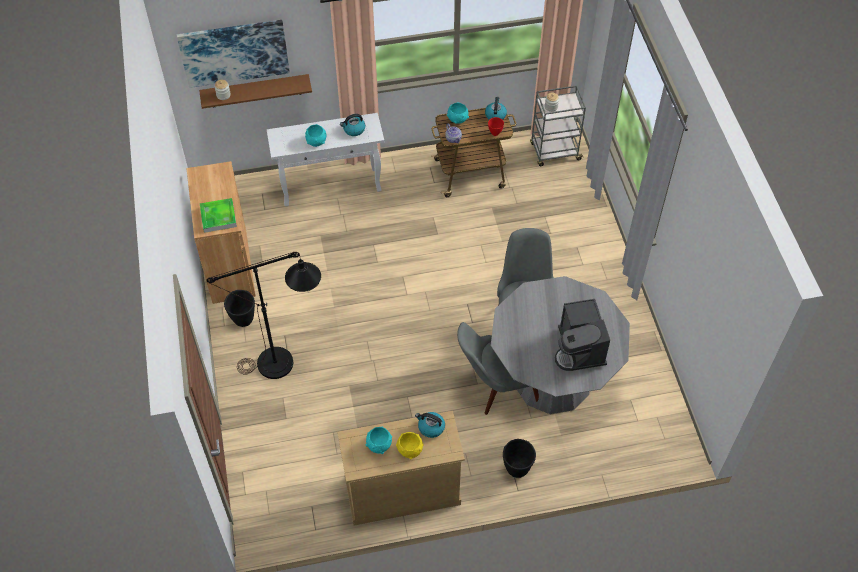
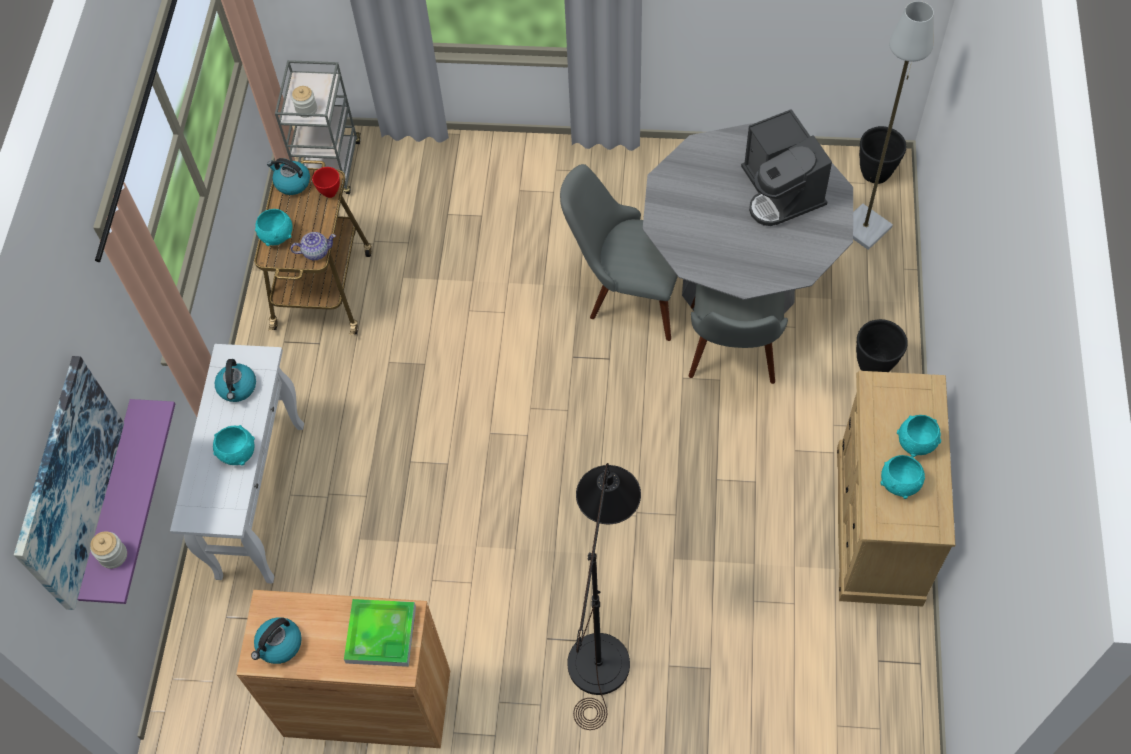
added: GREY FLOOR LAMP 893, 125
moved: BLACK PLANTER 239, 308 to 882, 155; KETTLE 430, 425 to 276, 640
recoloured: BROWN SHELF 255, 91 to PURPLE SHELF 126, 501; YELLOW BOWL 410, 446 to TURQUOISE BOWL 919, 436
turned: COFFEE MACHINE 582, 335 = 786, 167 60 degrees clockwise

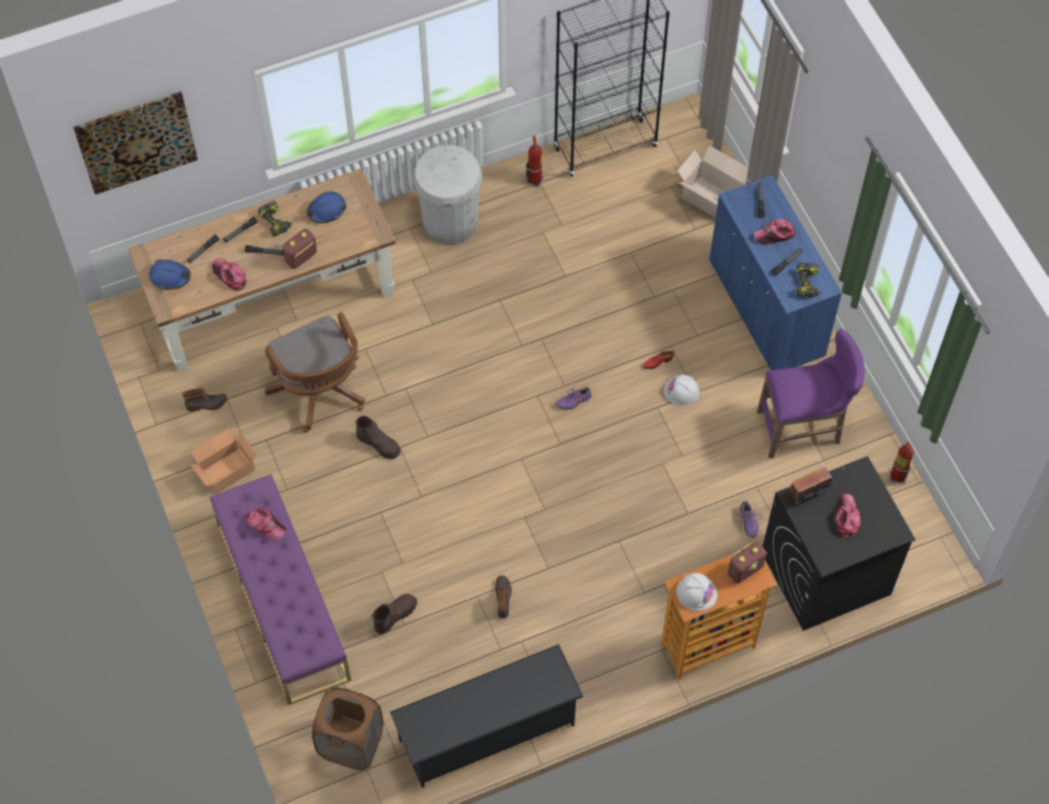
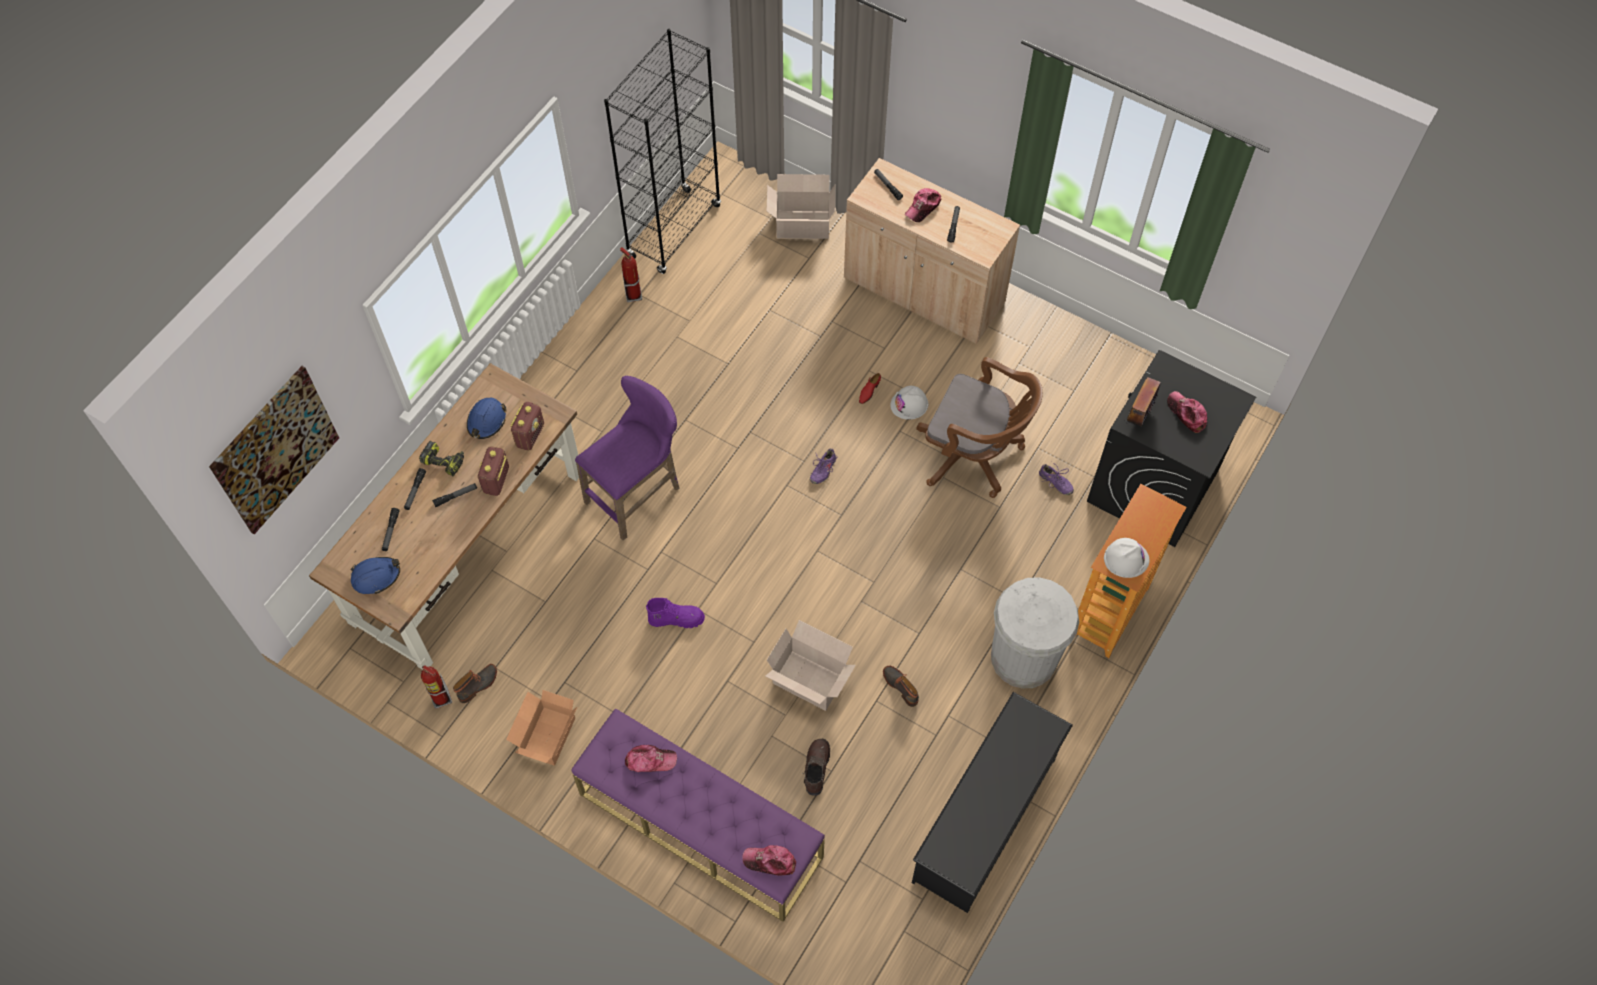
removed: BROWN LAUNDRY BASKET 347, 728; POWER DRILL 809, 280
added: CARDBOARD BOX 811, 665
moved: CAP 229, 274 to 769, 860; BROWN OFFICE CHAIR 315, 372 to 979, 427; WHITE TRASH CAN 447, 195 to 1035, 632; RADIO 747, 562 to 527, 426; PURPLE STOOL 811, 393 to 627, 458; FIRE EXTINGUISHER 901, 462 to 436, 687
recoloured: BROWN BOOT 378, 437 to PURPLE BOOT 675, 613; BLUE CABINET 776, 272 to BEIGE CABINET 932, 251

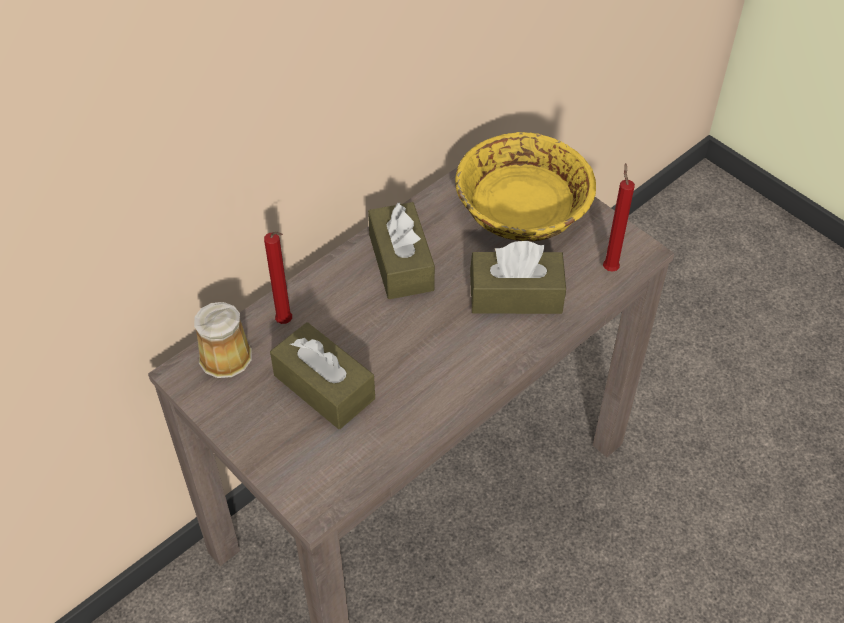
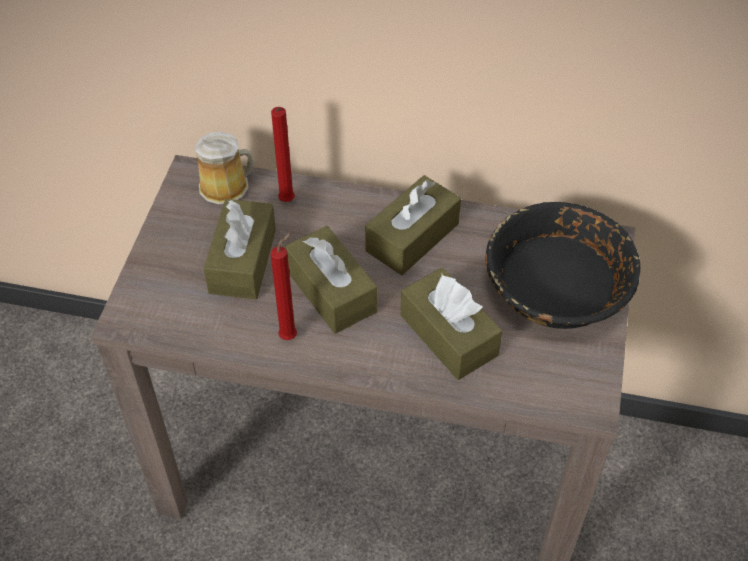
added: BROWN TISSUE BOX 331, 280
moved: RED CANDLE 619, 217 to 283, 286
recoloured: YELLOW BOWL 525, 186 to BLACK BOWL 562, 265

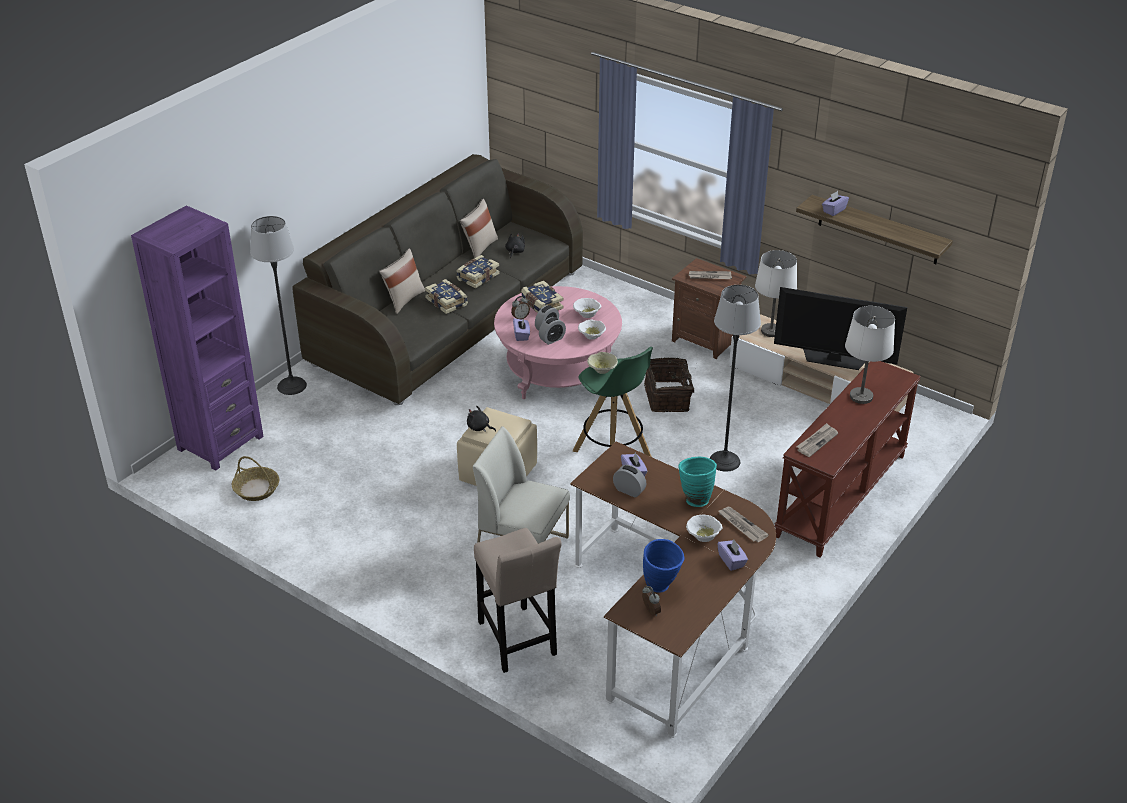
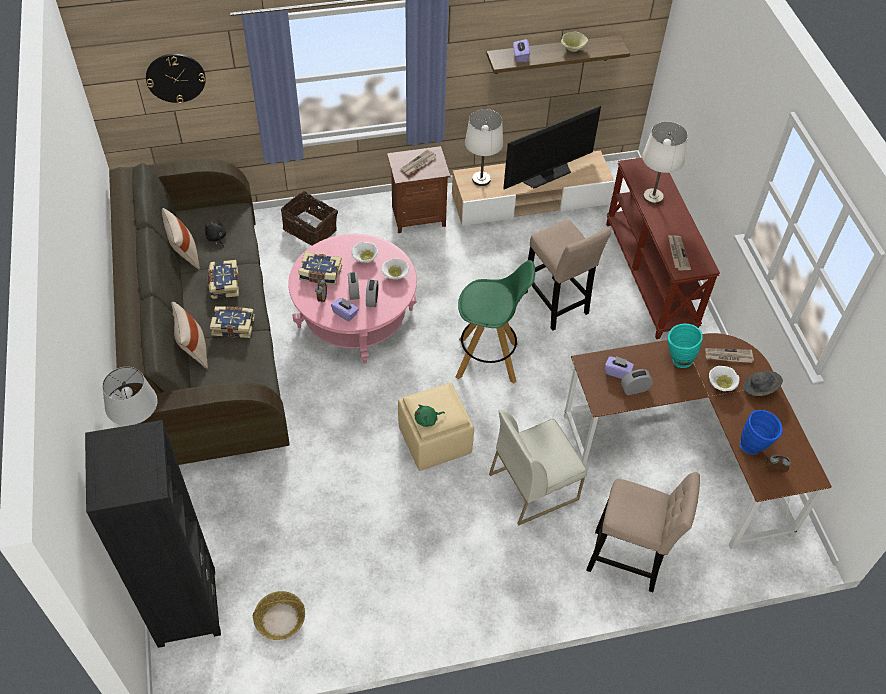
added: WALL CLOCK 176, 79
moved: BEIGE BOWL 602, 363 to 574, 42; BASKET 671, 384 to 309, 217
replaced: FLOOR LAMP 735, 378 to BEIGE STOOL 568, 275; PURPLE TISSUE BOX 732, 555 to GREY HAT 763, 383
recoloured: PURPLE BOOKCASE 197, 338 to BLACK BOOKCASE 153, 534; BLACK PLUSH TOY 481, 419 to GREEN PLUSH TOY 430, 415

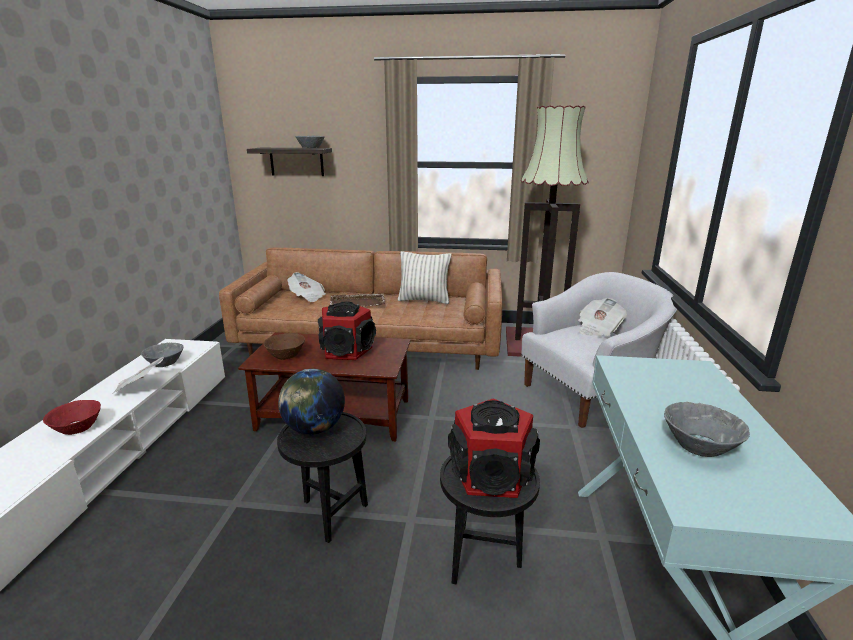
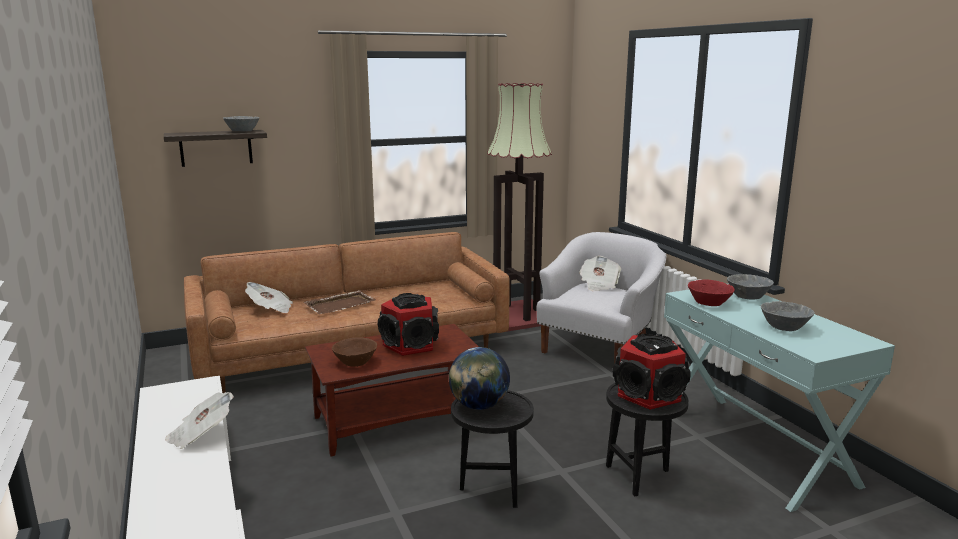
removed: PILLOW 425, 277
moved: RED BOWL 72, 417 to 711, 292; GREY BOWL 162, 355 to 750, 287

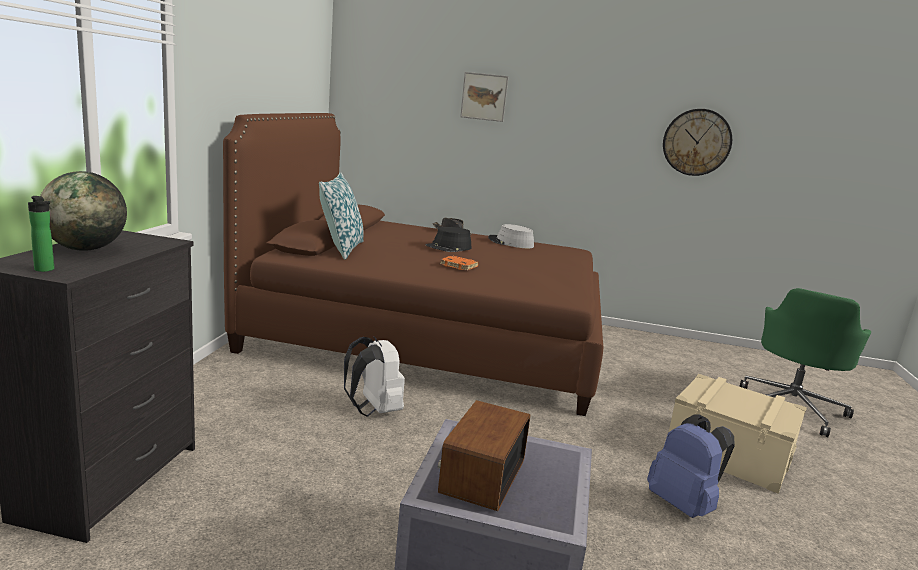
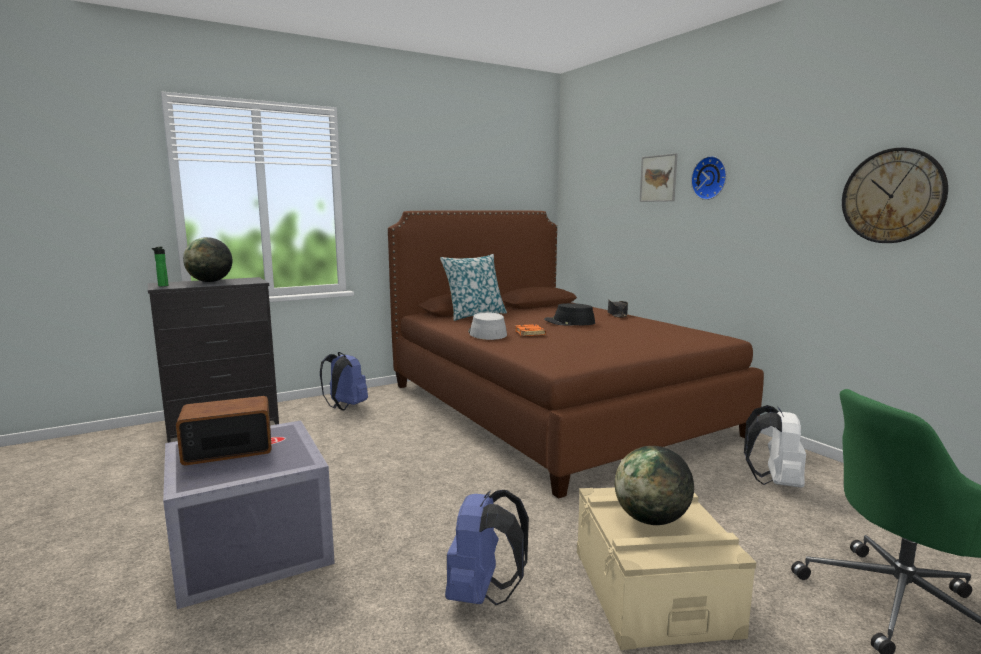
added: BLUE BACKPACK 344, 381; GLOBE 654, 485; WALL CLOCK 709, 178
moved: WHITE BACKPACK 374, 377 to 775, 446; GREY HAT 511, 236 to 487, 326

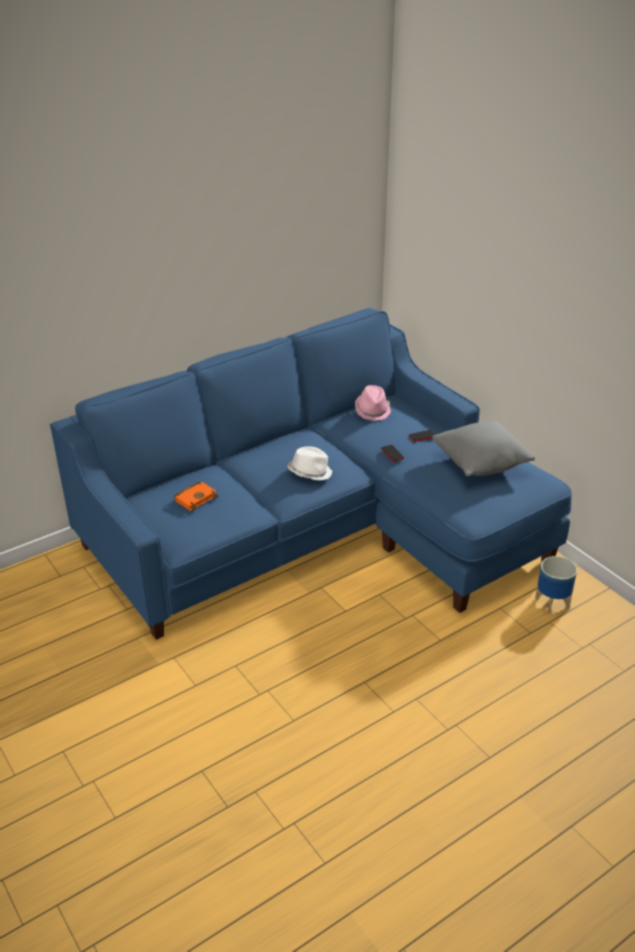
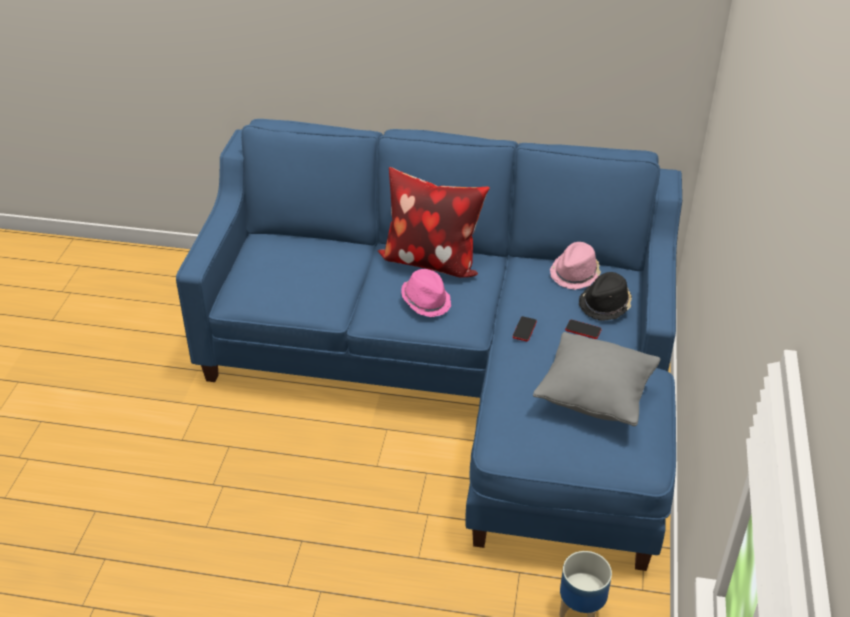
removed: ORANGE BOOK 196, 496
added: PILLOW 434, 222; BLACK HAT 605, 296
recoloured: WHITE HAT 310, 463 to PINK HAT 426, 293

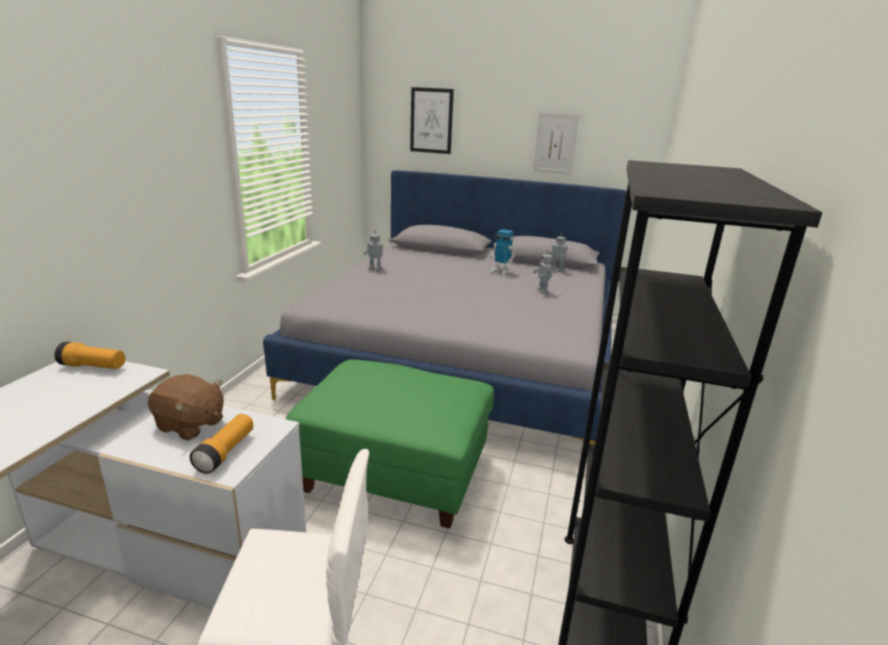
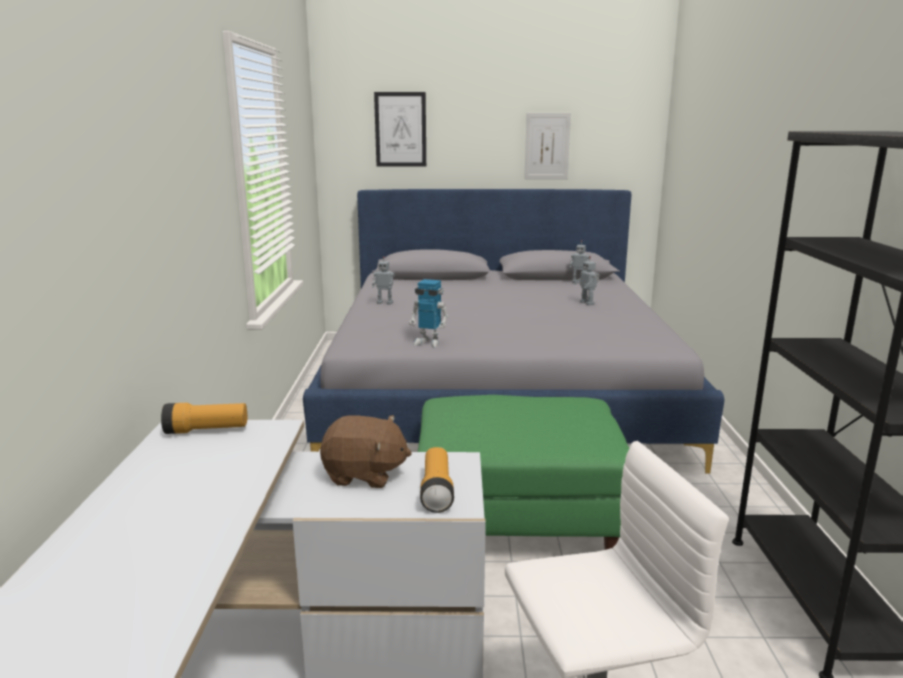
moved: TOY ROBOT 502, 252 to 429, 313

